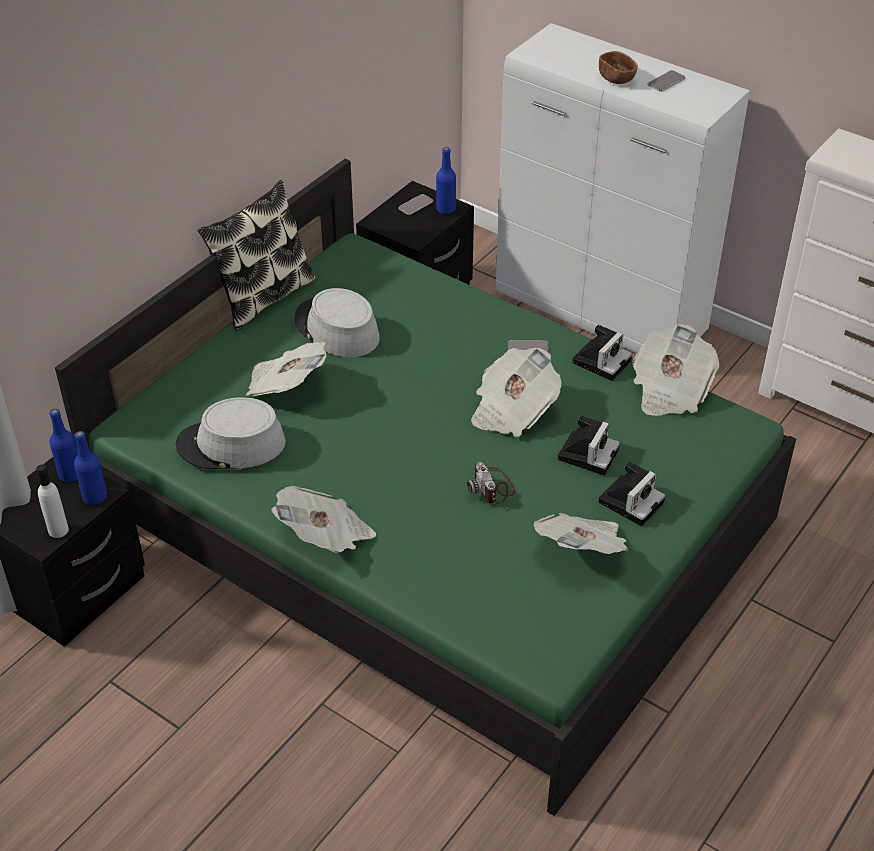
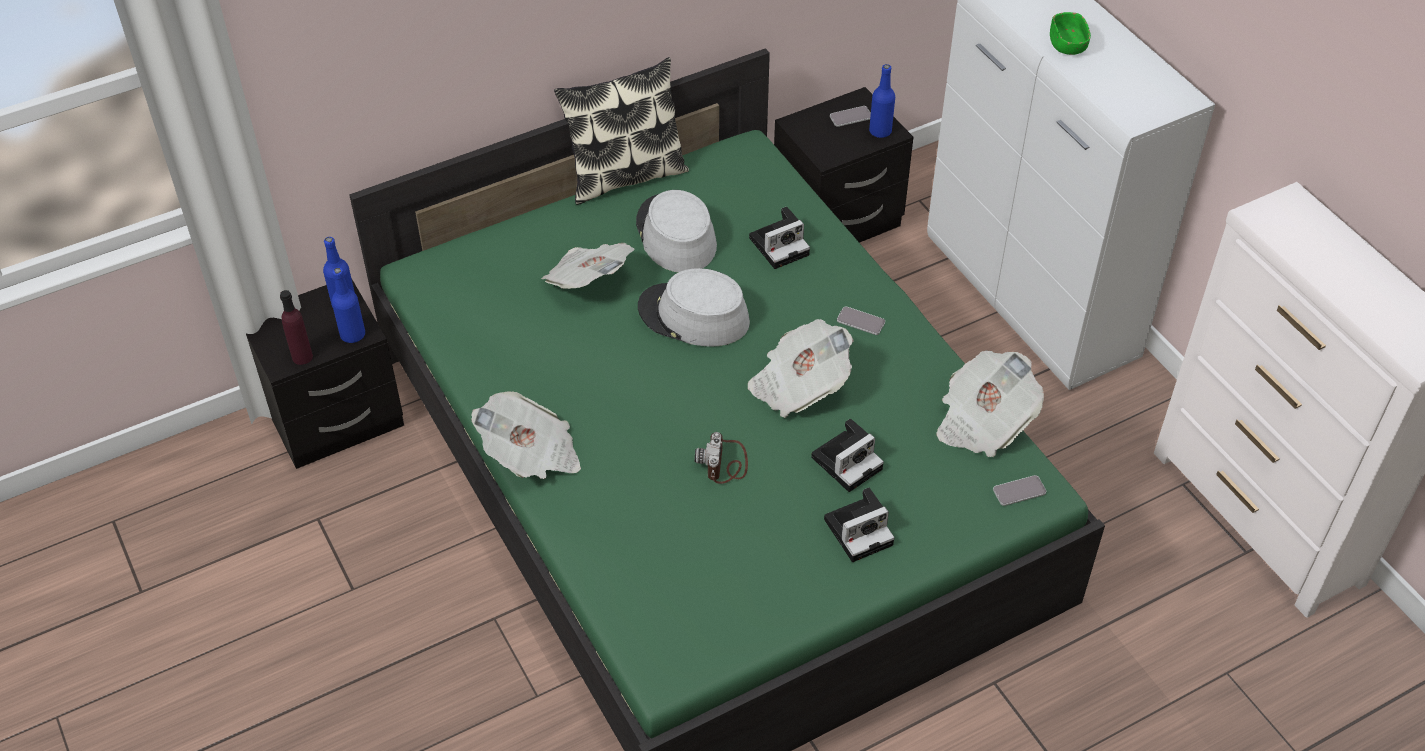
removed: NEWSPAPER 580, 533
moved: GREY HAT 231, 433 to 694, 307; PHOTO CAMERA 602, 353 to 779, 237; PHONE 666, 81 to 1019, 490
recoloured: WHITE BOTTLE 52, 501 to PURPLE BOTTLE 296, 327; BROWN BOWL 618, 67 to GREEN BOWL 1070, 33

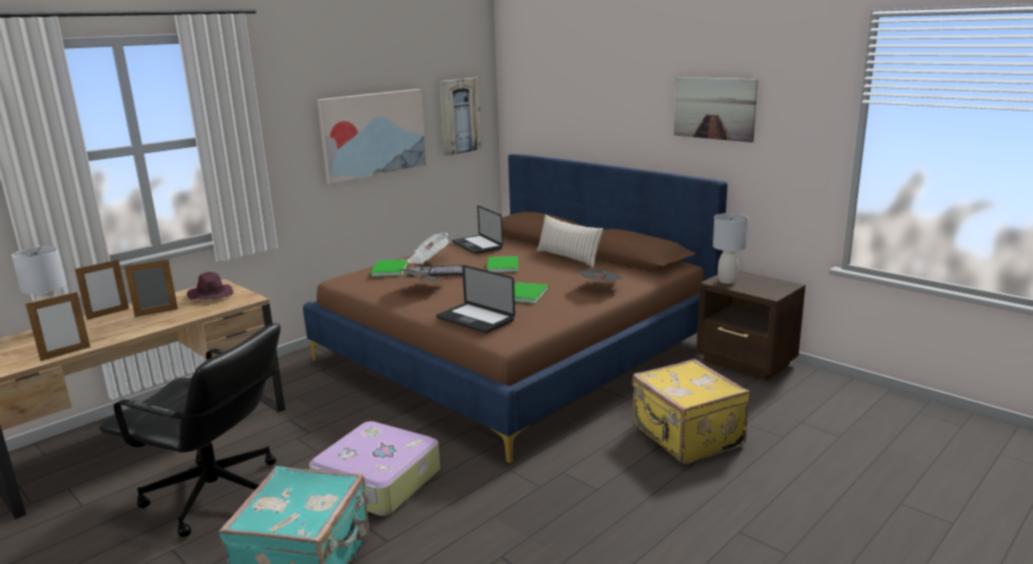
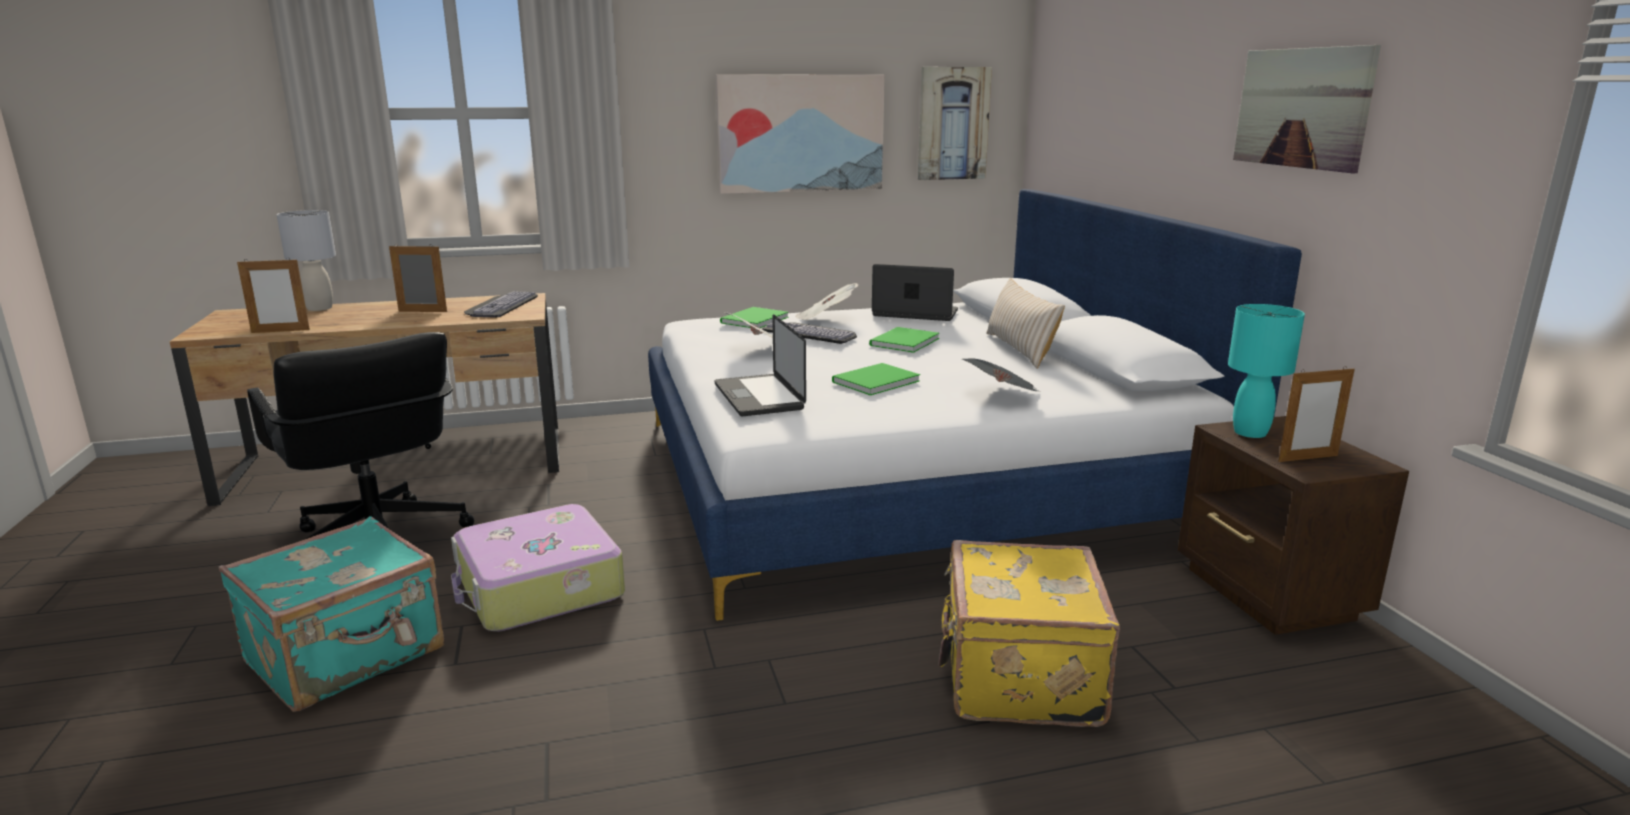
moved: PICTURE FRAME 102, 290 to 1316, 414
replaced: PURPLE HAT 210, 286 to KEYBOARD 501, 305
recoloured: BROWN BED 515, 308 to WHITE BED 975, 405; GREY TABLE LAMP 730, 248 to TURQUOISE TABLE LAMP 1266, 371
turned: LAPTOP 477, 229 = 915, 292 105 degrees clockwise

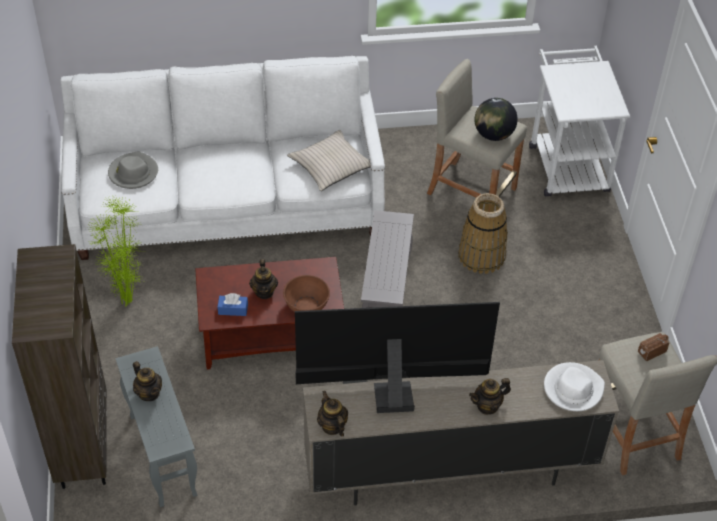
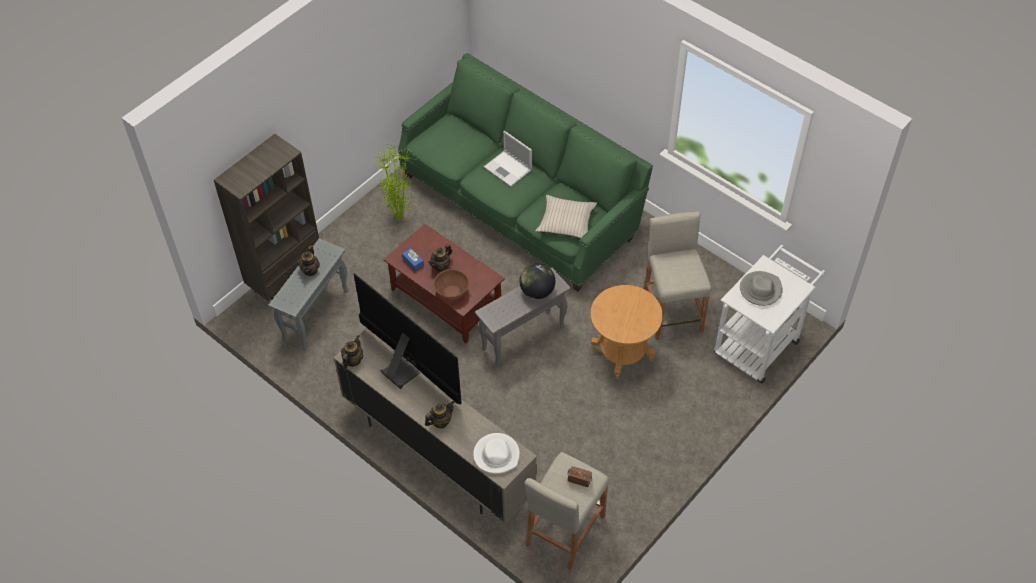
added: LAPTOP 508, 158
moved: GREY HAT 133, 170 to 761, 288; GLOBE 496, 119 to 537, 281
replaced: BASKET 483, 233 to BROWN SIDE TABLE 627, 332
recoloured: WHITE SOFA 222, 158 to GREEN SOFA 525, 172
turned: TEAPOT 490, 396 = 440, 414 120 degrees clockwise

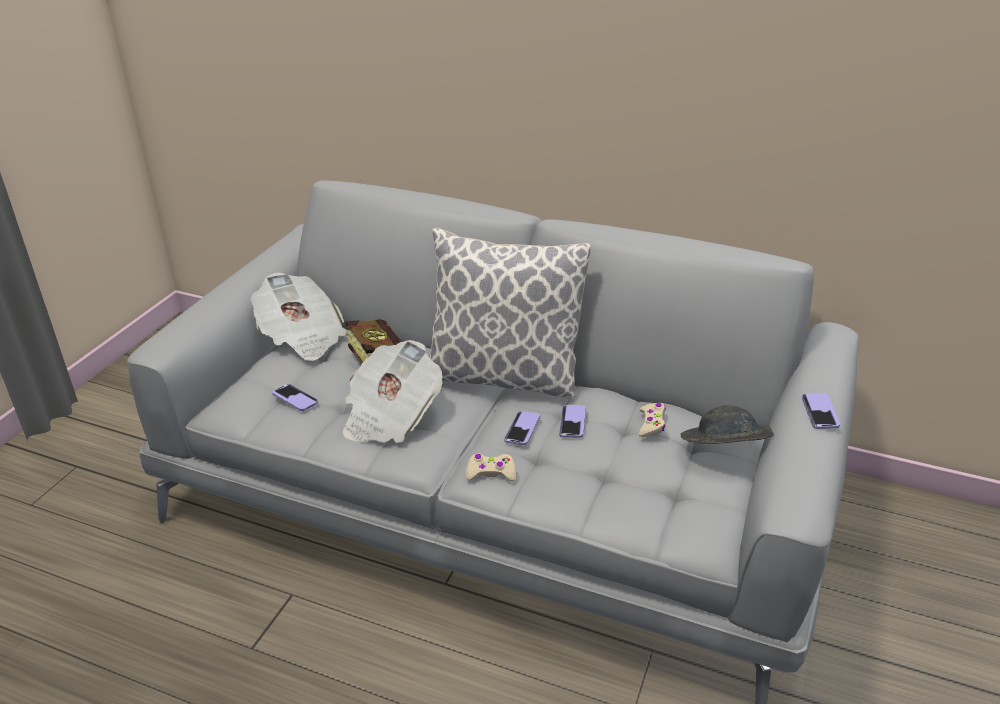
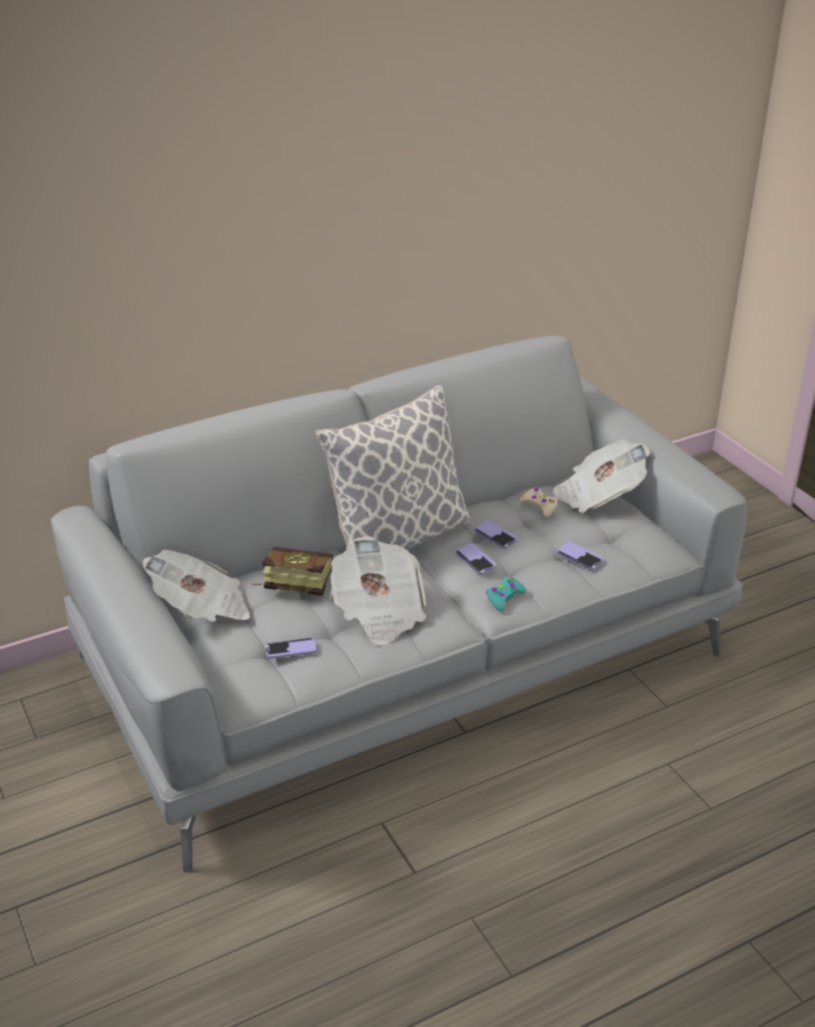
moved: PHONE 821, 411 to 580, 556
replaced: GREY HAT 727, 424 to NEWSPAPER 602, 476
recoloured: BEIGE GAME CONTROLLER 491, 467 to TURQUOISE GAME CONTROLLER 506, 593

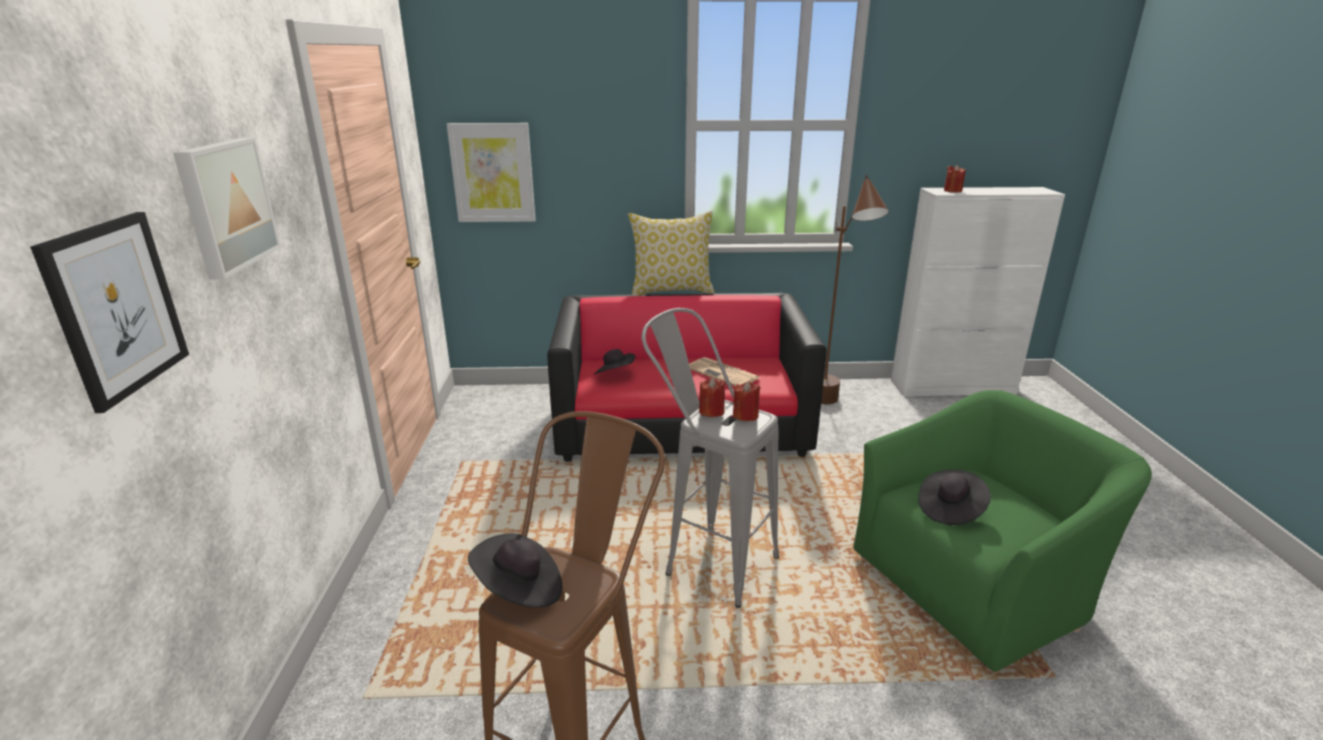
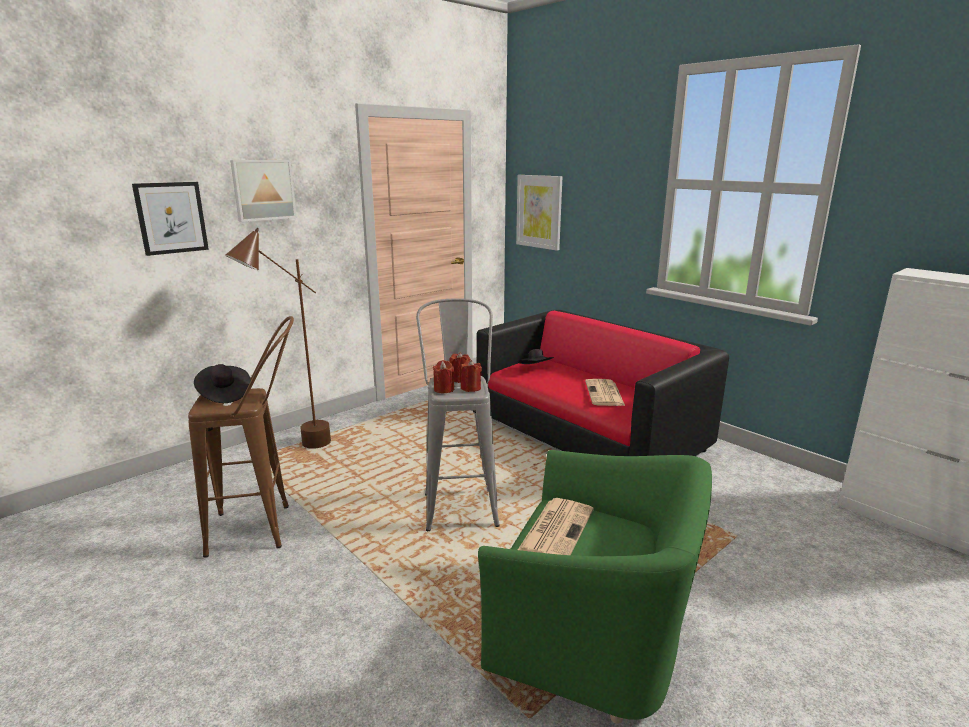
removed: PILLOW 671, 253
moved: BROWN FLOOR LAMP 855, 289 to 278, 338; RED CANDLE 955, 179 to 443, 376
replaced: BLACK HAT 954, 497 to NEWSPAPER 556, 526

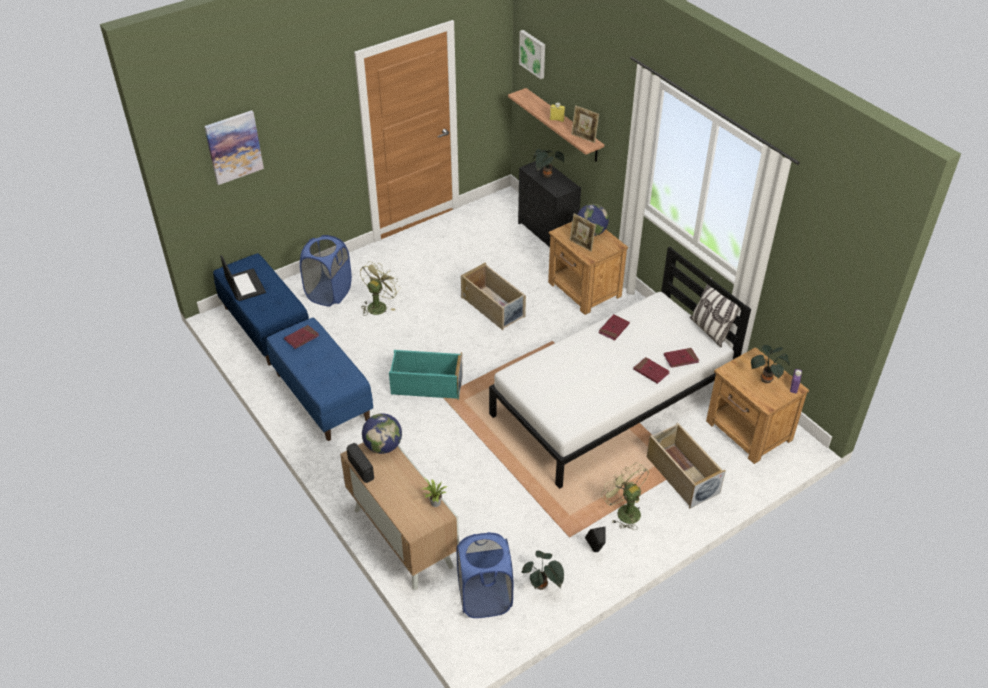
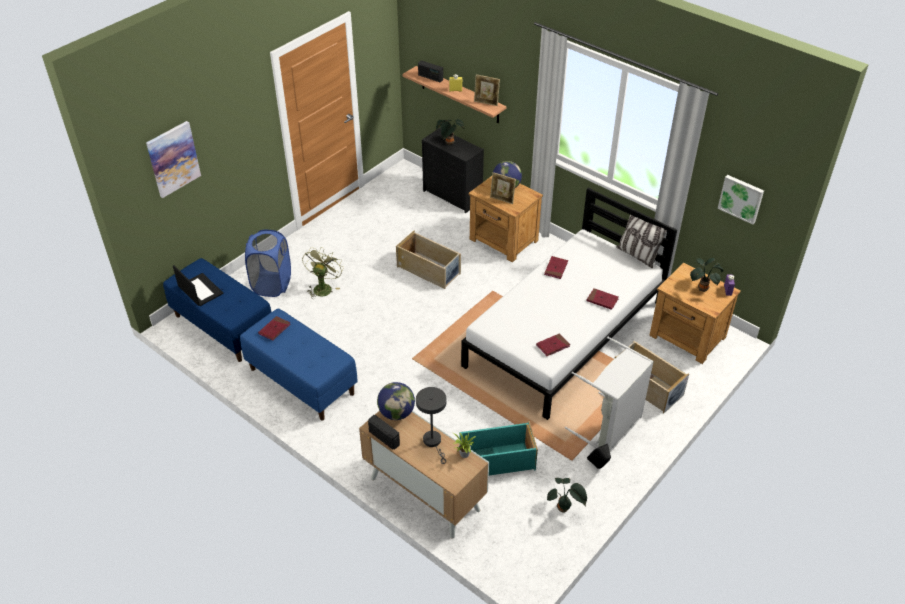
removed: BLUE LAUNDRY BASKET 485, 575
added: GREY TABLE LAMP 431, 425; RADIO 430, 71
moved: TURQUOISE STORAGE BOX 426, 375 to 499, 448; PICTURE 532, 54 to 741, 199; RED BOOK 681, 358 to 553, 344
replaced: GREEN FAN 625, 495 to GREY LAUNDRY BASKET 609, 394

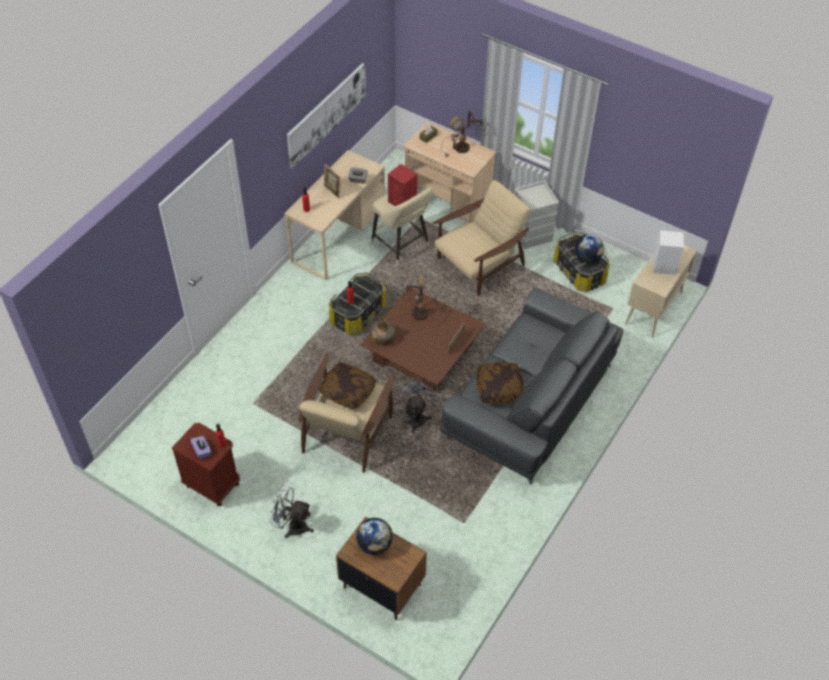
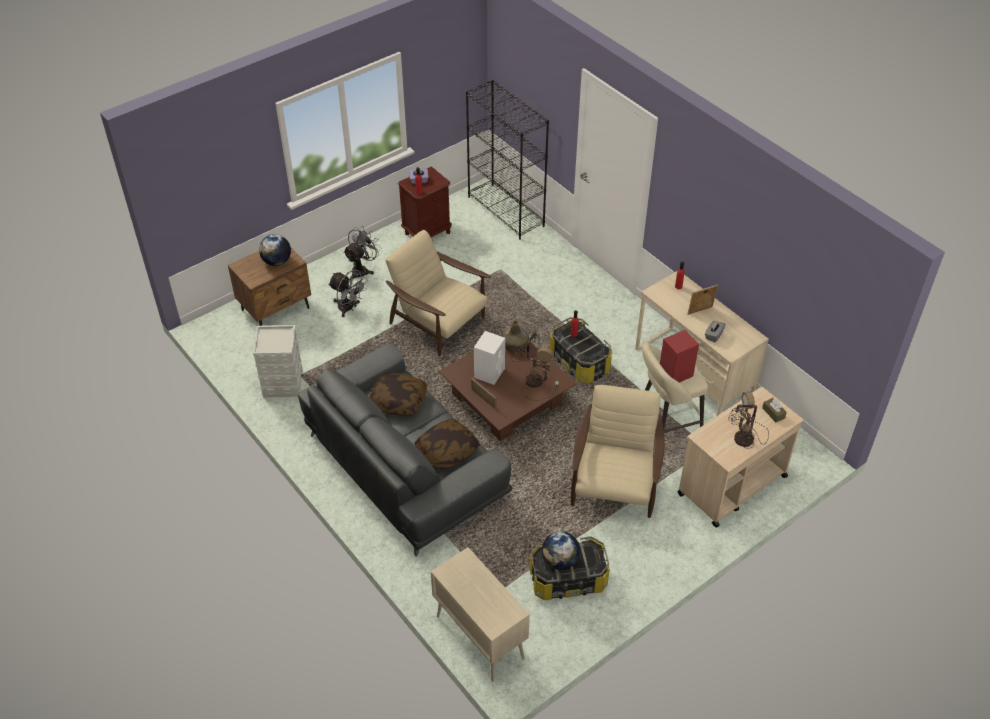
removed: PICTURE 326, 115
added: BLACK BOOKCASE 507, 160
moved: PILLOW 347, 386 to 447, 444; GREY FAN 420, 405 to 348, 293; GREY STORAGE BOX 537, 215 to 277, 361; WHITE SPEAKER 668, 252 to 489, 358
turned: BEIGE ARMCHAIR 481, 238 = 618, 451 150 degrees counterclockwise

